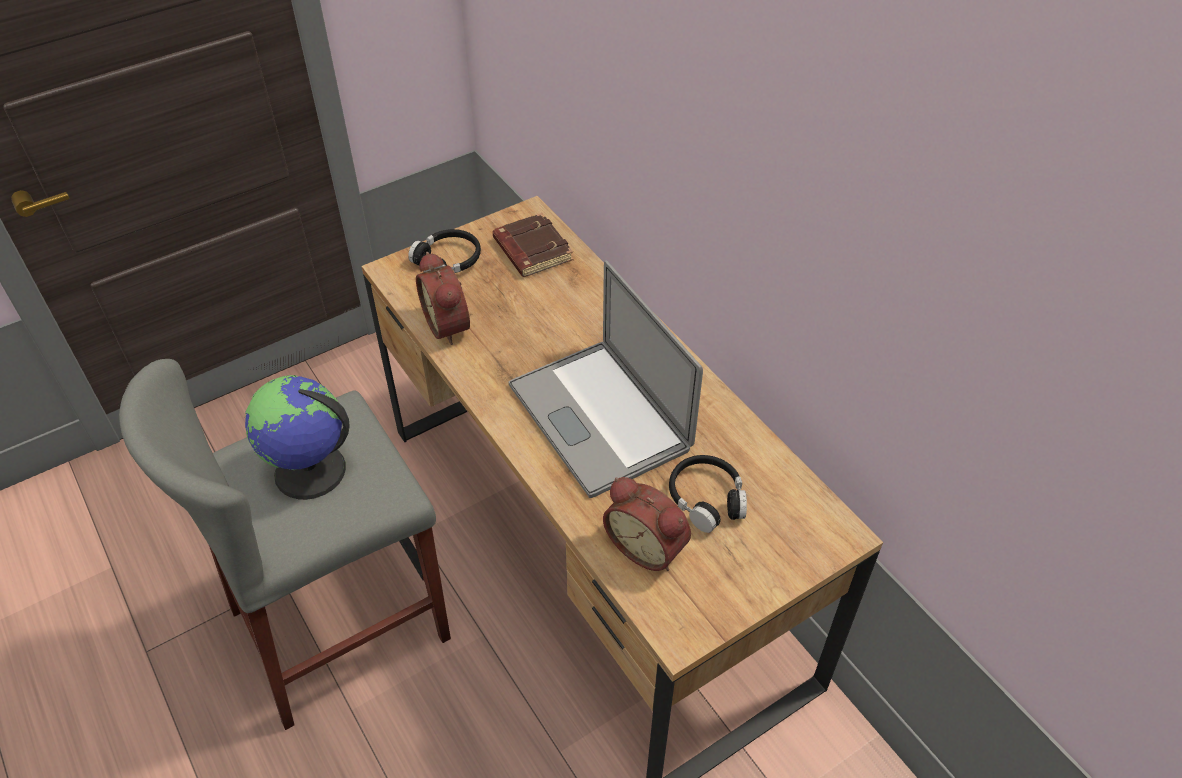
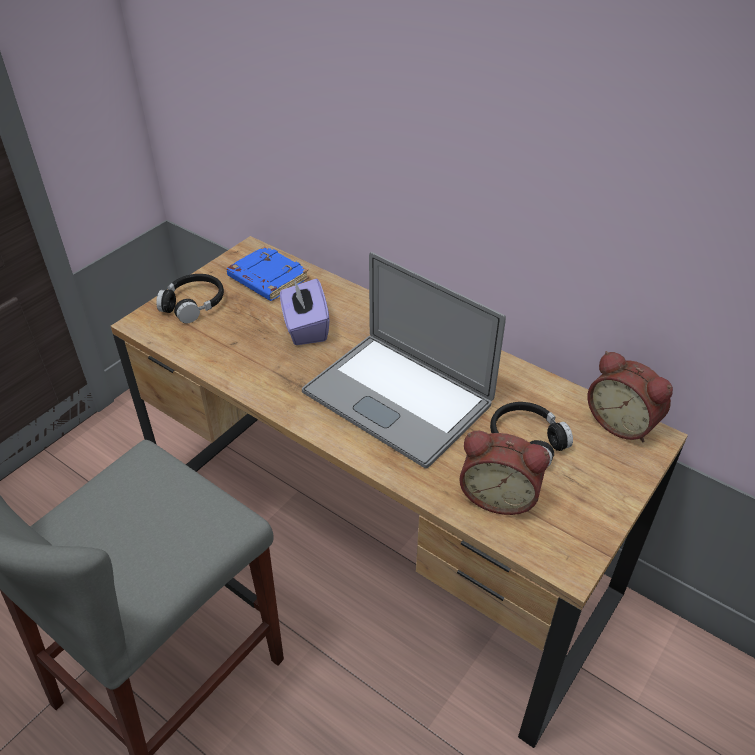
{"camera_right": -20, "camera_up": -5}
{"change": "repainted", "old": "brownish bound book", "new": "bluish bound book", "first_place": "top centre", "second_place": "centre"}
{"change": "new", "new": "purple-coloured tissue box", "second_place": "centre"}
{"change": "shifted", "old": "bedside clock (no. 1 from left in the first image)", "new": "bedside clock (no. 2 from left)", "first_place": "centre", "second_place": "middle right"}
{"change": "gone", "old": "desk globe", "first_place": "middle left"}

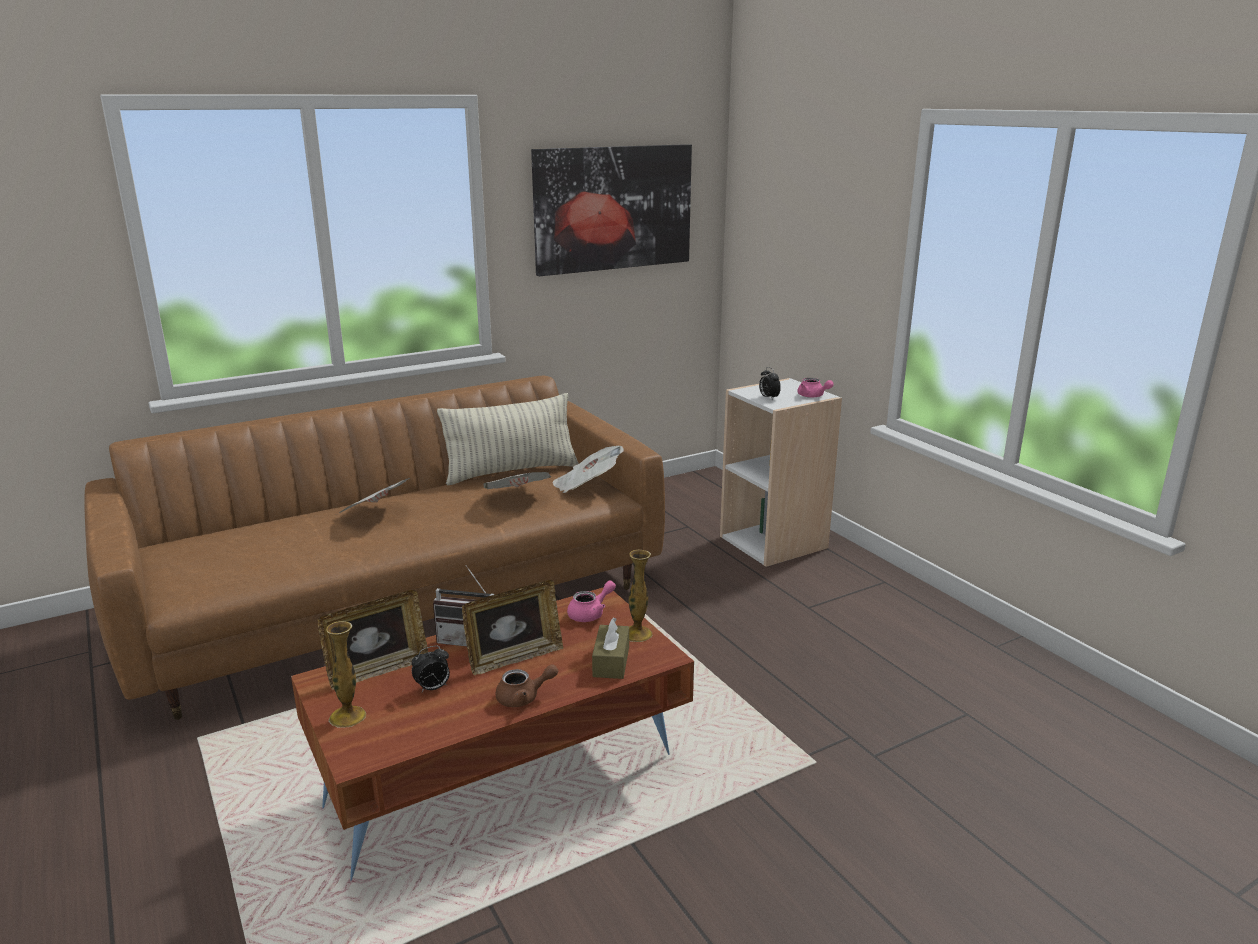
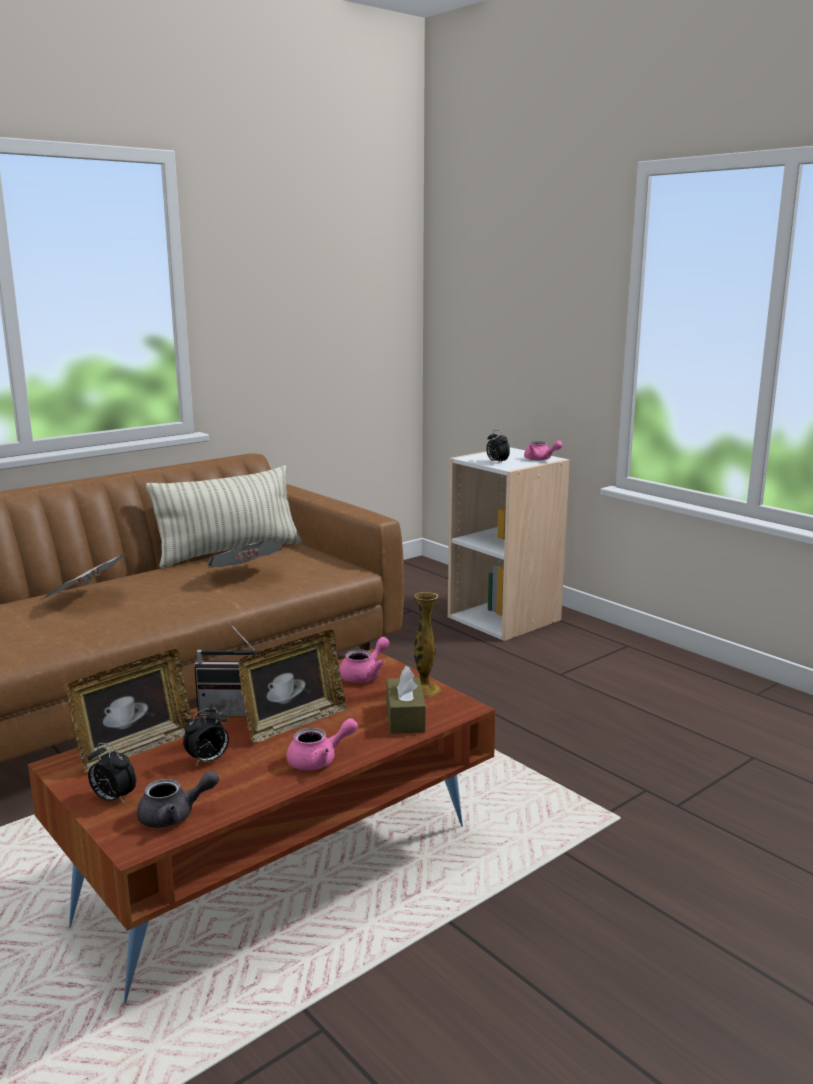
{"camera_right": -10, "camera_up": -5}
{"change": "swapped", "old": "decorative vase (no. 1 from left)", "new": "bedside clock (no. 1 from left)", "first_place": "bottom left", "second_place": "bottom left"}
{"change": "new", "new": "grey teapot", "second_place": "bottom left"}
{"change": "repainted", "old": "brownish teapot", "new": "pinkish teapot (no. 1 from left)", "first_place": "bottom centre", "second_place": "bottom centre"}
{"change": "gone", "old": "picture", "first_place": "top centre"}
{"change": "gone", "old": "newspaper (no. 3 from left)", "first_place": "centre"}

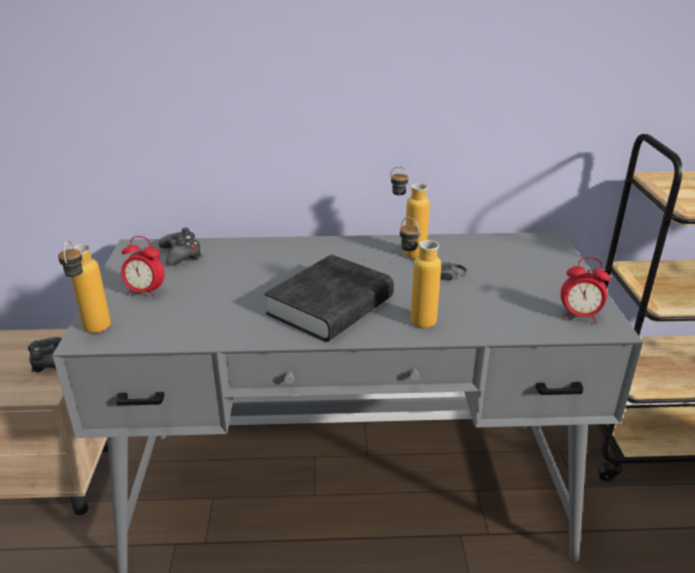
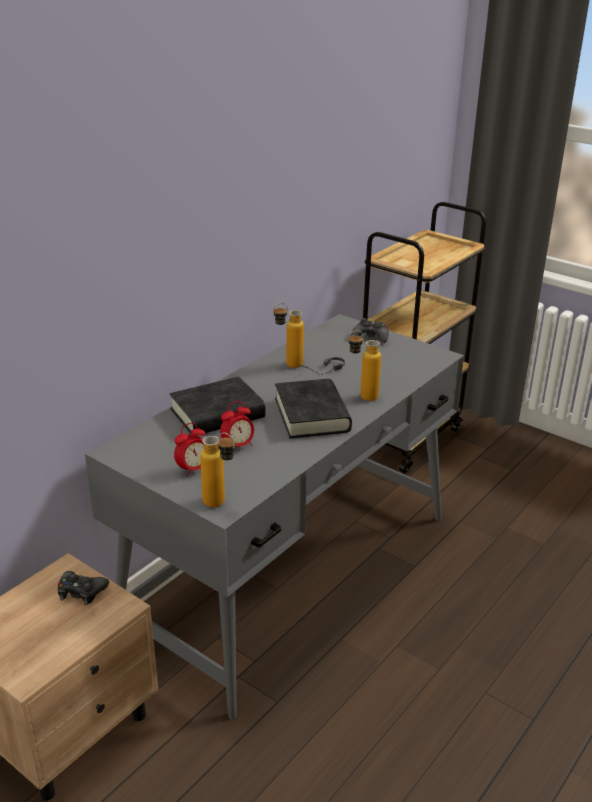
{"camera_right": -50, "camera_up": 0}
{"change": "new", "new": "black-coloured bound book (no. 1 from left)", "second_place": "centre"}
{"change": "shifted", "old": "bedside clock (no. 2 from left)", "first_place": "middle right", "second_place": "centre"}
{"change": "shifted", "old": "black-coloured gamepad (no. 2 from left)", "first_place": "middle left", "second_place": "centre"}

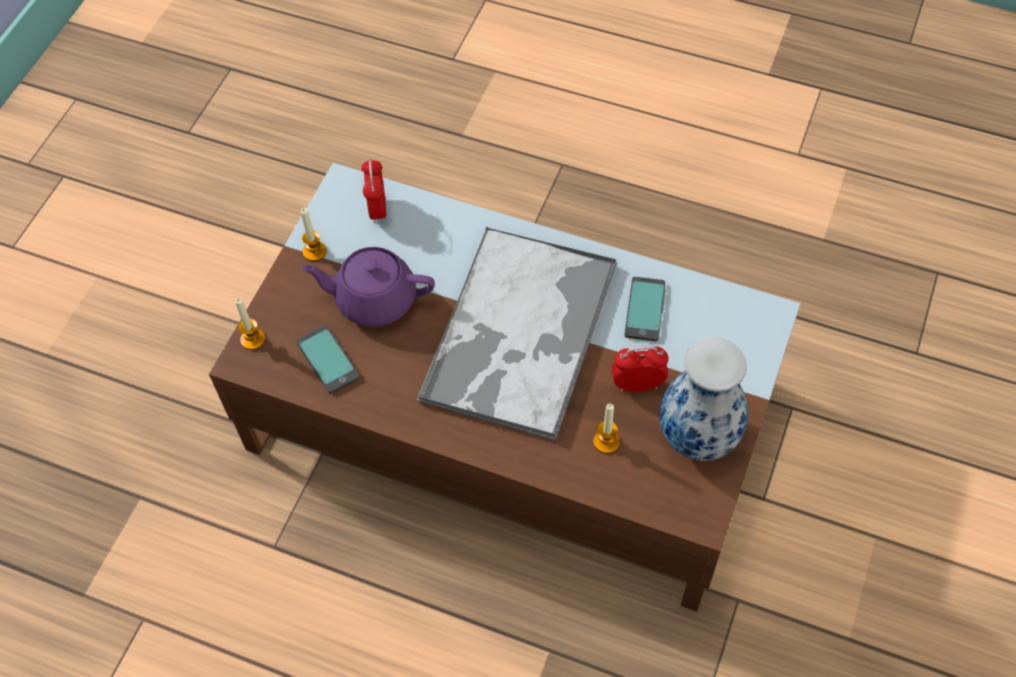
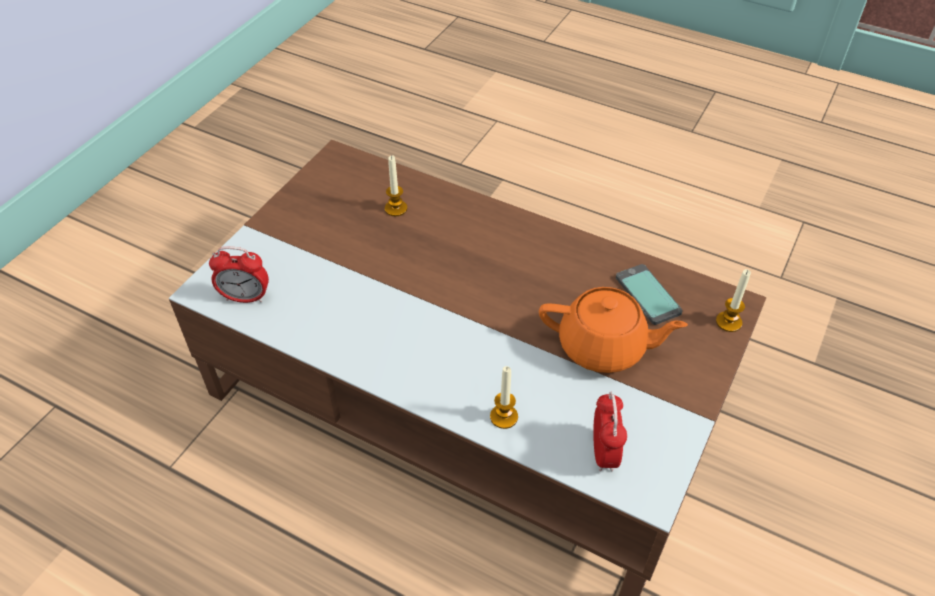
{"camera_right": -175, "camera_up": -10}
{"change": "shifted", "old": "bedside clock (no. 2 from left in the first image)", "new": "bedside clock (no. 1 from left)", "first_place": "centre", "second_place": "middle left"}
{"change": "shifted", "old": "wax light (no. 2 from left)", "first_place": "middle left", "second_place": "centre"}
{"change": "repainted", "old": "purple-coloured teapot", "new": "orange teapot", "first_place": "centre", "second_place": "centre"}
{"change": "gone", "old": "serving tray", "first_place": "centre"}
{"change": "gone", "old": "handset (no. 2 from left)", "first_place": "centre"}
{"change": "gone", "old": "decorative vase", "first_place": "middle right"}

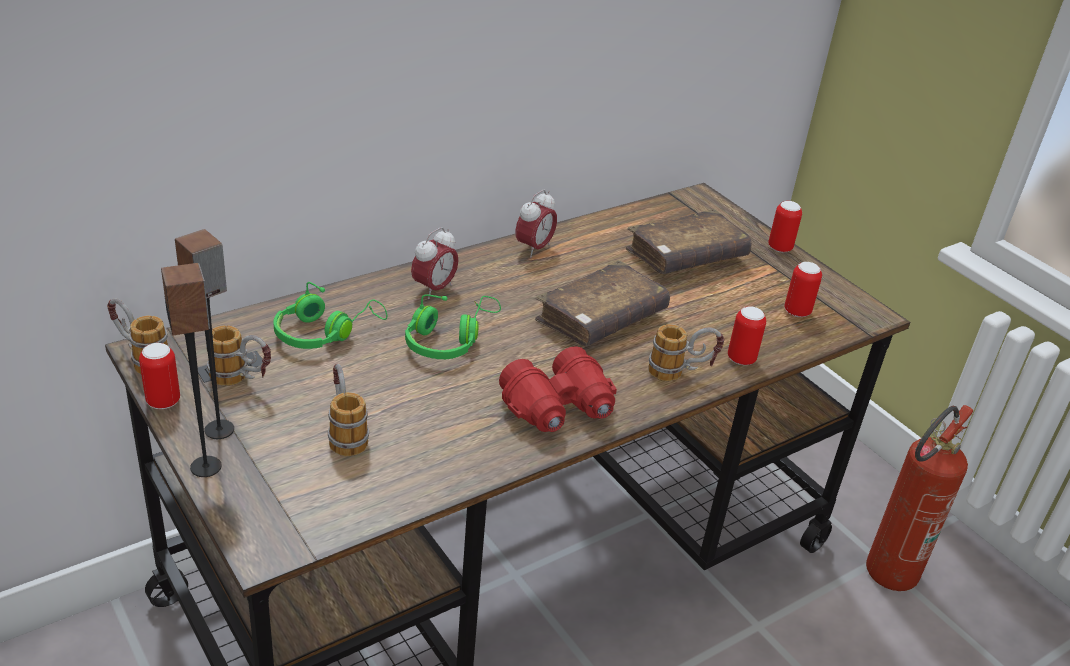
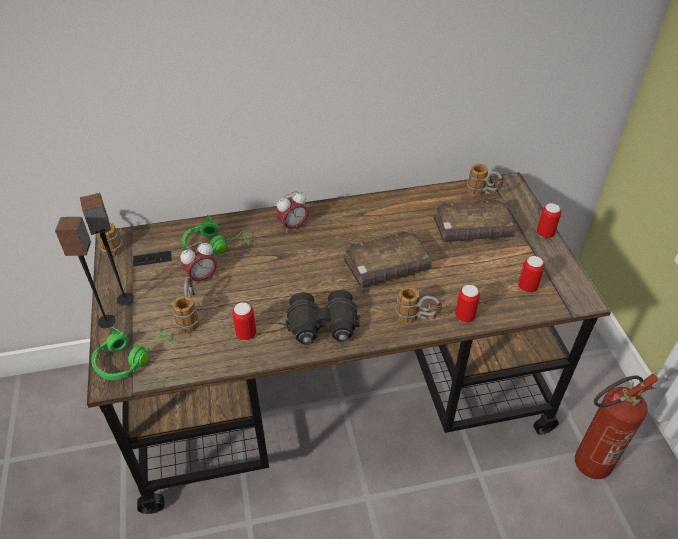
{"camera_right": 25, "camera_up": 10}
{"change": "shifted", "old": "green-coloured pair of headphones (no. 2 from left in the first image)", "new": "green-coloured pair of headphones (no. 1 from left)", "first_place": "centre", "second_place": "middle left"}
{"change": "shifted", "old": "bedside clock (no. 2 from left in the first image)", "new": "bedside clock (no. 1 from left)", "first_place": "centre", "second_place": "middle left"}
{"change": "shifted", "old": "sealed can (no. 1 from left)", "first_place": "middle left", "second_place": "centre"}
{"change": "repainted", "old": "reddish field glasses", "new": "black-coloured field glasses", "first_place": "centre", "second_place": "centre"}
{"change": "shifted", "old": "mug (no. 2 from left in the first image)", "new": "mug (no. 4 from left)", "first_place": "middle left", "second_place": "top right"}

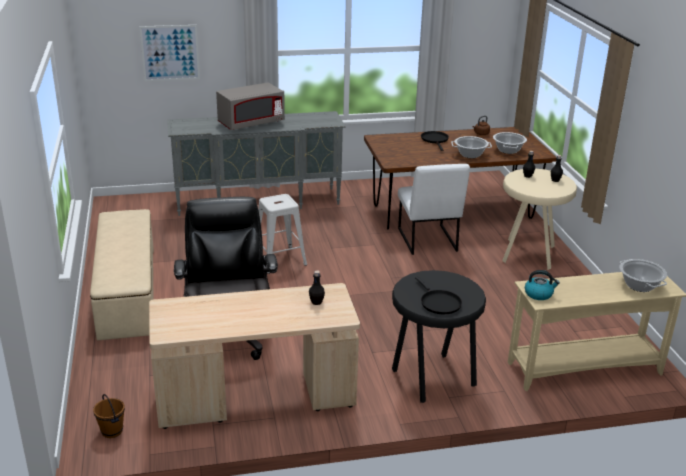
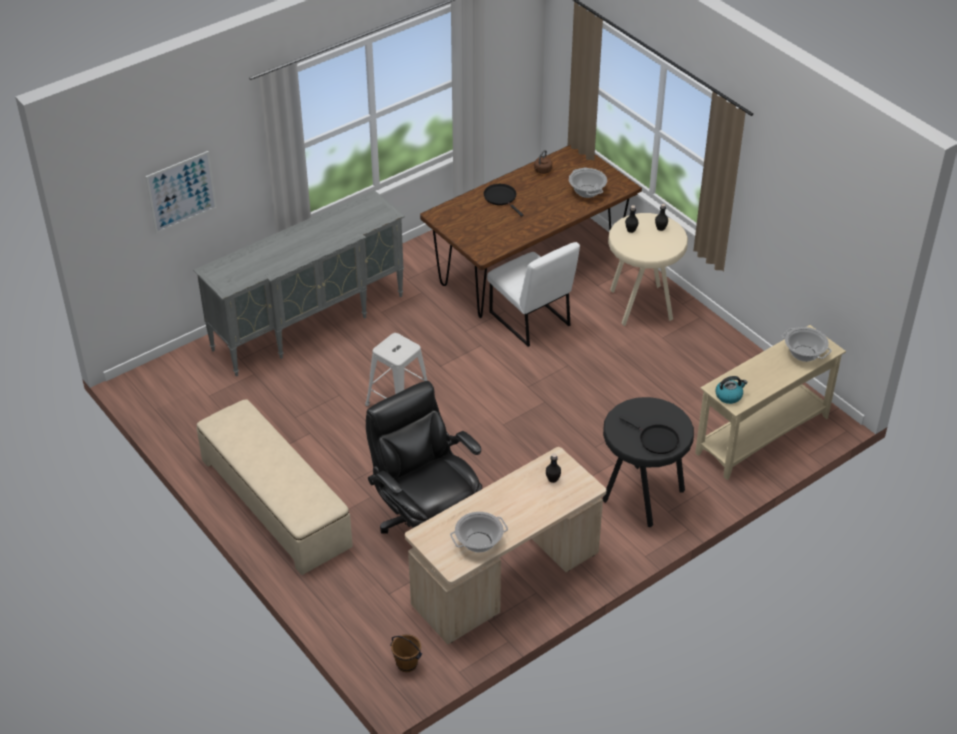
{"camera_right": -25, "camera_up": 15}
{"change": "shifted", "old": "stockpot (no. 1 from left)", "first_place": "top right", "second_place": "bottom centre"}
{"change": "gone", "old": "grey microwave oven", "first_place": "top centre"}

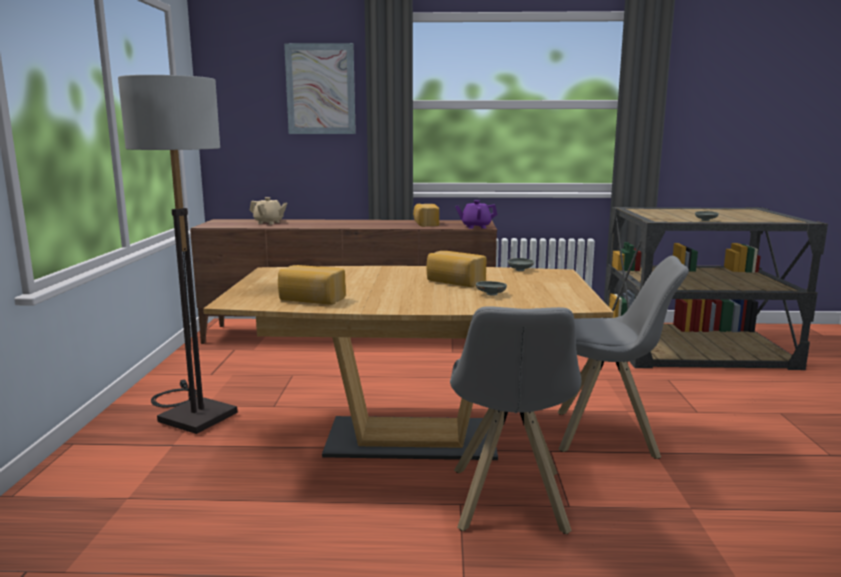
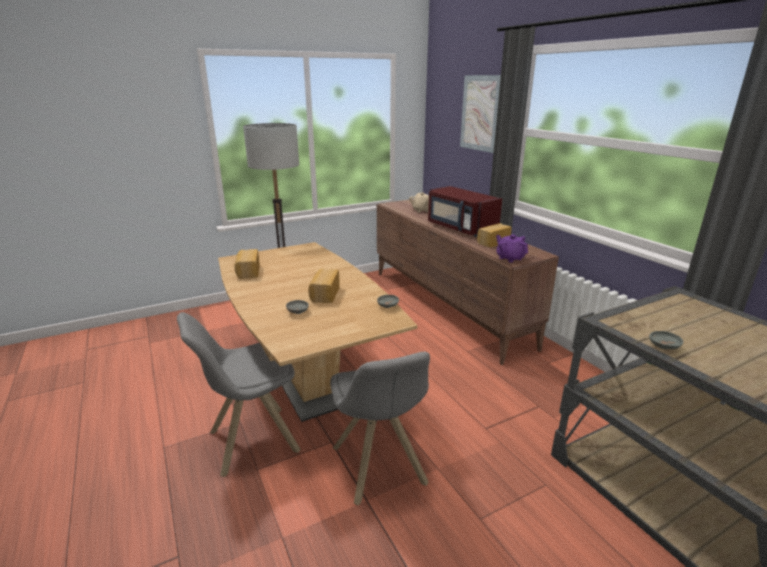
{"camera_right": 60, "camera_up": 10}
{"change": "new", "new": "reddish microwave oven", "second_place": "centre"}

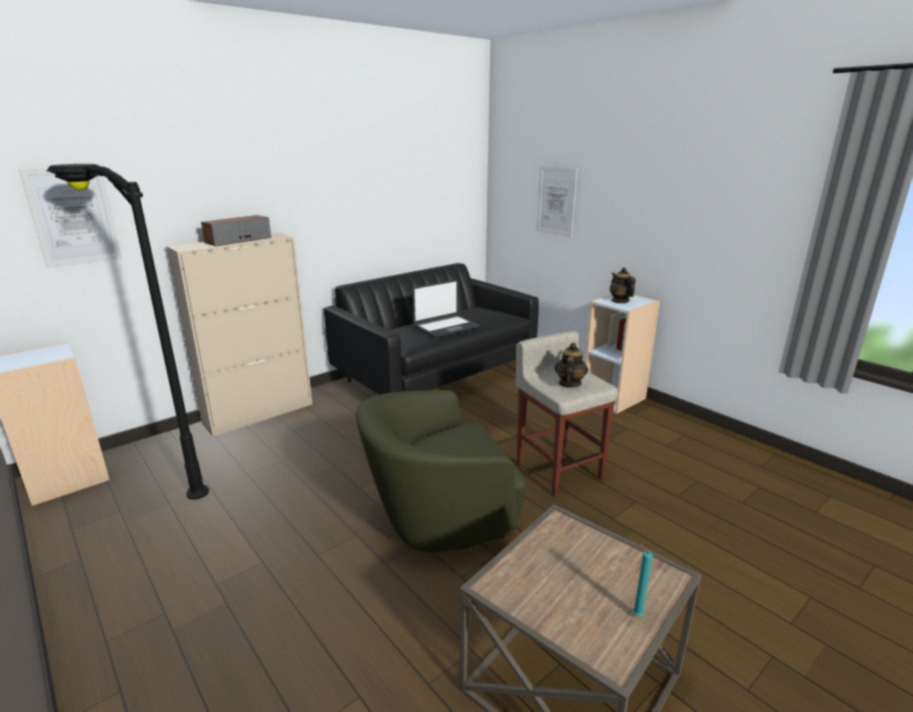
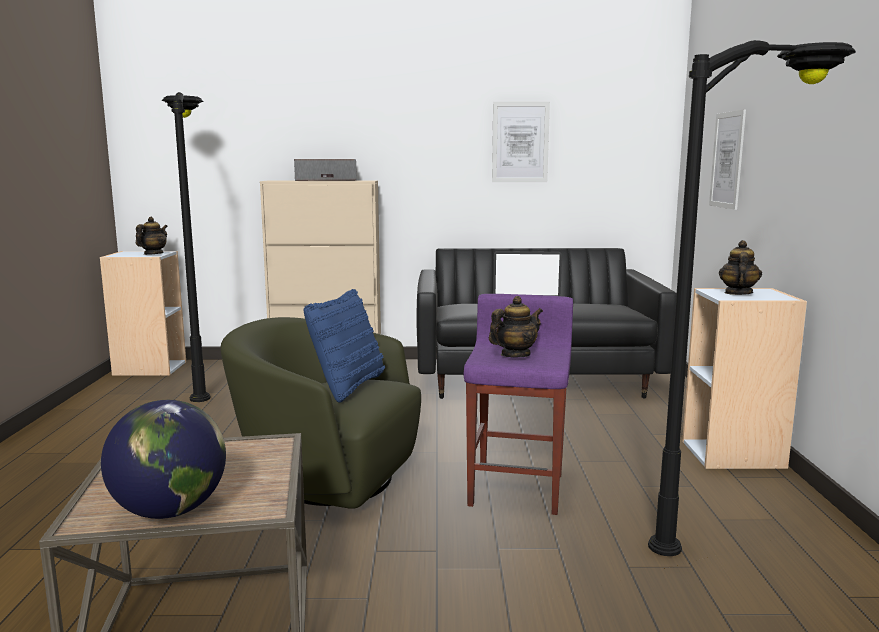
{"camera_right": 40, "camera_up": -10}
{"change": "swapped", "old": "turquoise wax light", "new": "desk globe", "first_place": "bottom right", "second_place": "bottom left"}
{"change": "new", "new": "teapot (no. 1 from left)", "second_place": "middle left"}
{"change": "new", "new": "bluish throw pillow", "second_place": "centre"}
{"change": "repainted", "old": "beige-coloured stool seat", "new": "purple-coloured stool seat", "first_place": "centre", "second_place": "centre"}
{"change": "shifted", "old": "picture (no. 1 from left)", "first_place": "top left", "second_place": "top centre"}
{"change": "new", "new": "black-coloured standard lamp (no. 2 from left)", "second_place": "middle right"}

